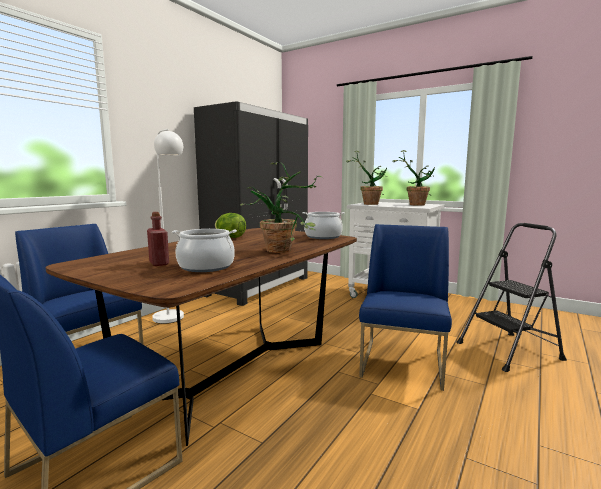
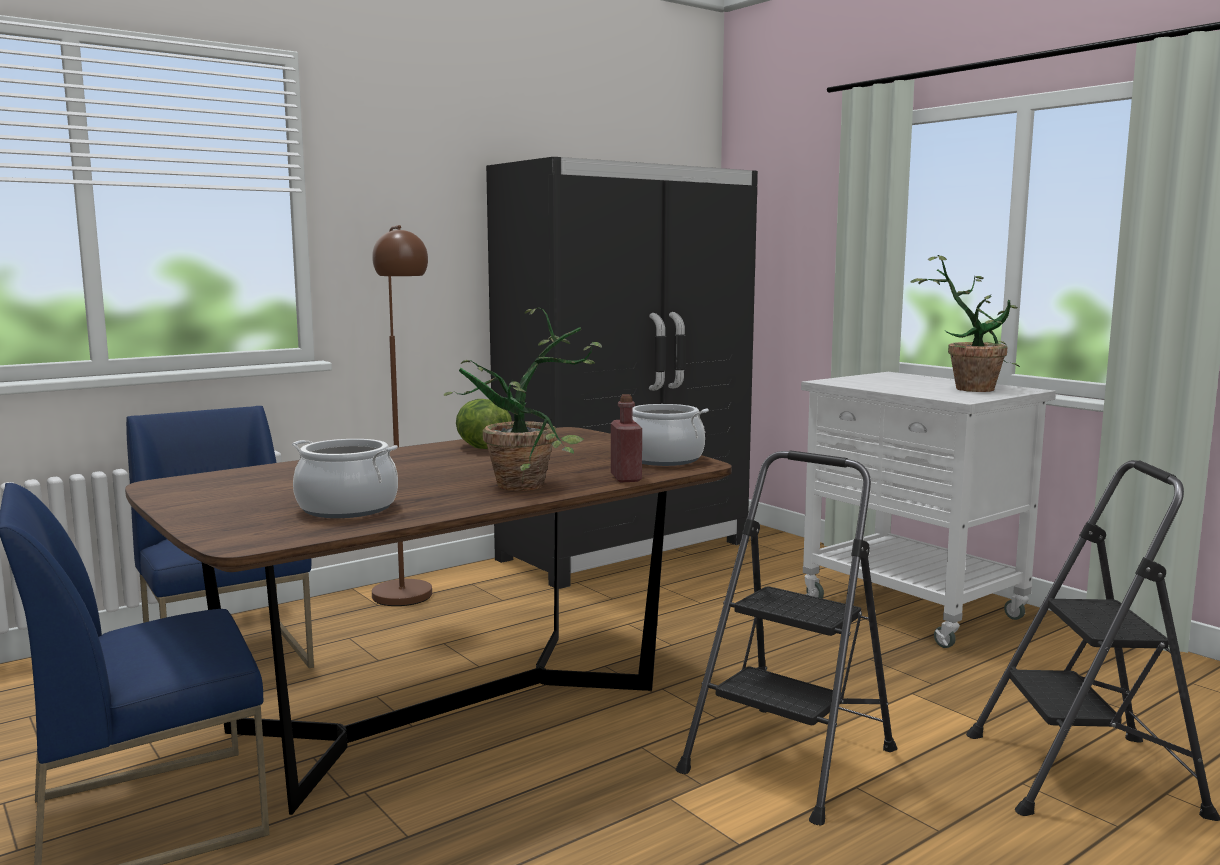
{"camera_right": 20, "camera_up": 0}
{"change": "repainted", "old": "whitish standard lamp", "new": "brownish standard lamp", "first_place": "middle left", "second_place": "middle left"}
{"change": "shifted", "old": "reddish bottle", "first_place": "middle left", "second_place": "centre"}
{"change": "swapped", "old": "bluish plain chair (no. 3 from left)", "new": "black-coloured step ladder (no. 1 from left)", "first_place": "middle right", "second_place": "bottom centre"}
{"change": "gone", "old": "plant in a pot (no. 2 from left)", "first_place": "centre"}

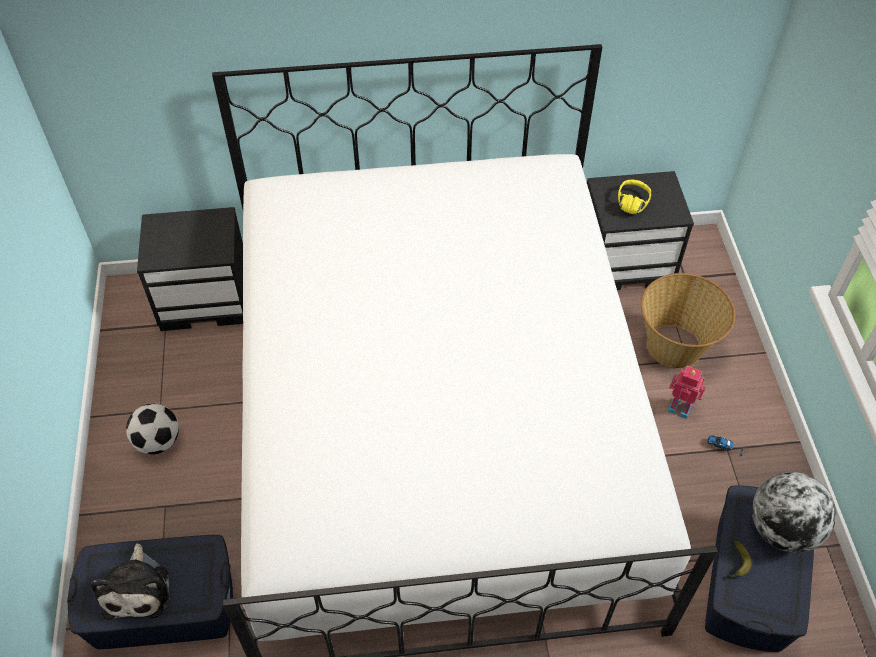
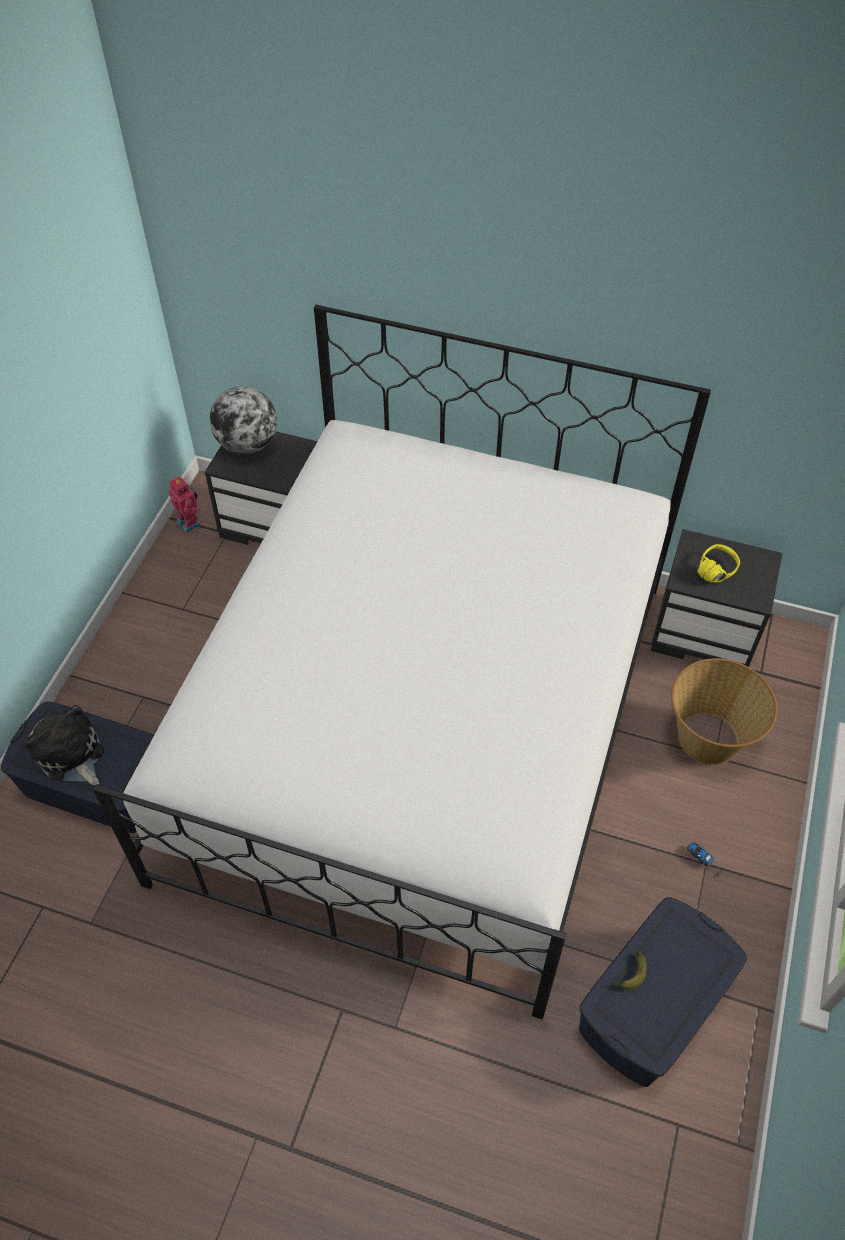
{"camera_right": 25, "camera_up": 0}
{"change": "rotated", "old": "cuddly toy", "first_place": "bottom left", "second_place": "middle left", "degrees": 120}
{"change": "shifted", "old": "robot figure", "first_place": "middle right", "second_place": "middle left"}
{"change": "shifted", "old": "desk globe", "first_place": "bottom right", "second_place": "middle left"}
{"change": "gone", "old": "ball for football", "first_place": "middle left"}

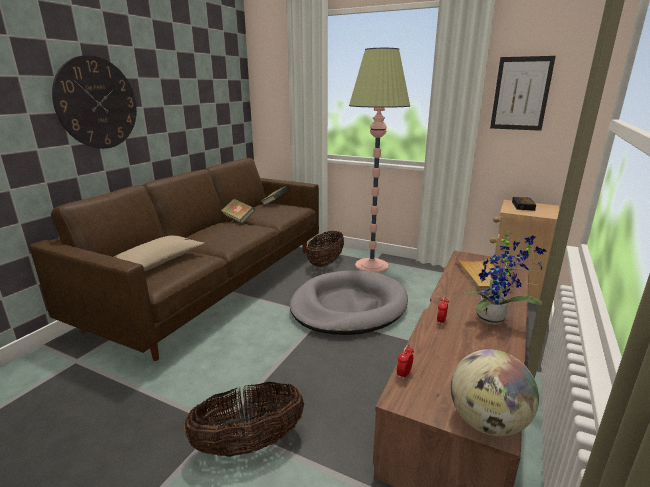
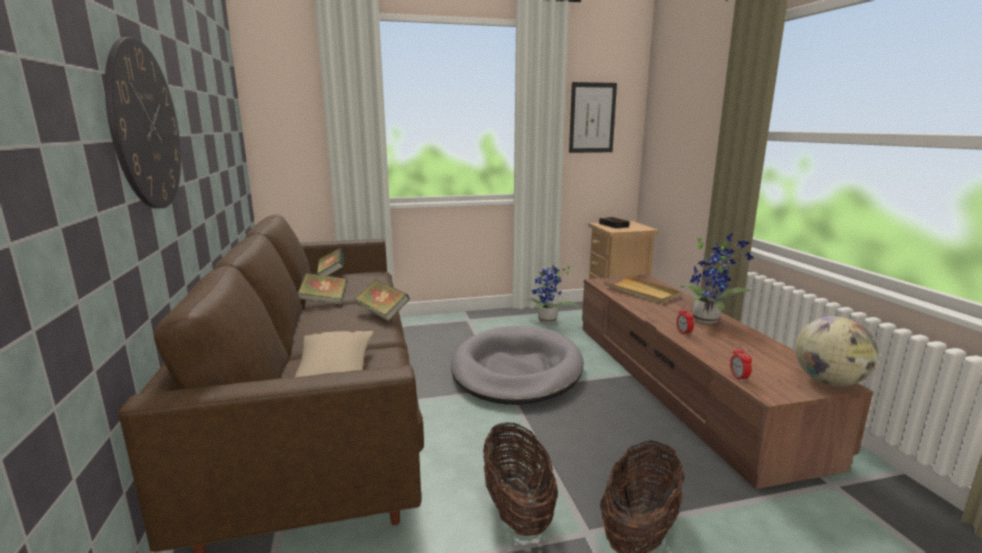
{"camera_right": -40, "camera_up": -5}
{"change": "new", "new": "bound book (no. 3 from left)", "second_place": "centre"}
{"change": "shifted", "old": "basket (no. 2 from left in the first image)", "new": "basket (no. 1 from left)", "first_place": "centre", "second_place": "bottom centre"}
{"change": "new", "new": "plant in a pot (no. 1 from left)", "second_place": "centre"}
{"change": "gone", "old": "standard lamp", "first_place": "top centre"}

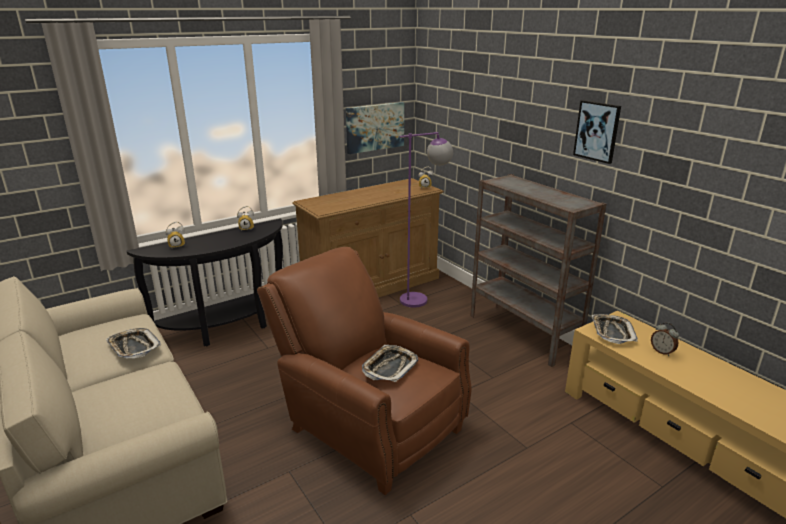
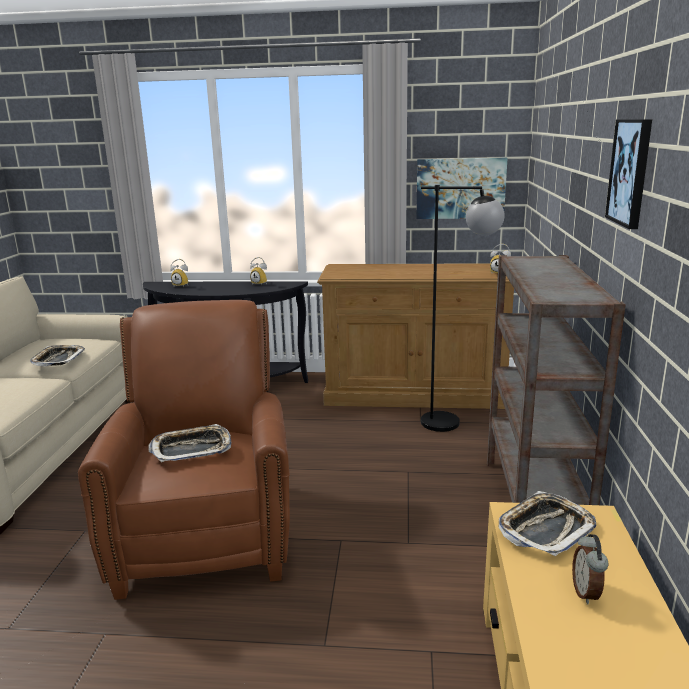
{"camera_right": 40, "camera_up": -5}
{"change": "repainted", "old": "purple-coloured standard lamp", "new": "black-coloured standard lamp", "first_place": "centre", "second_place": "middle right"}

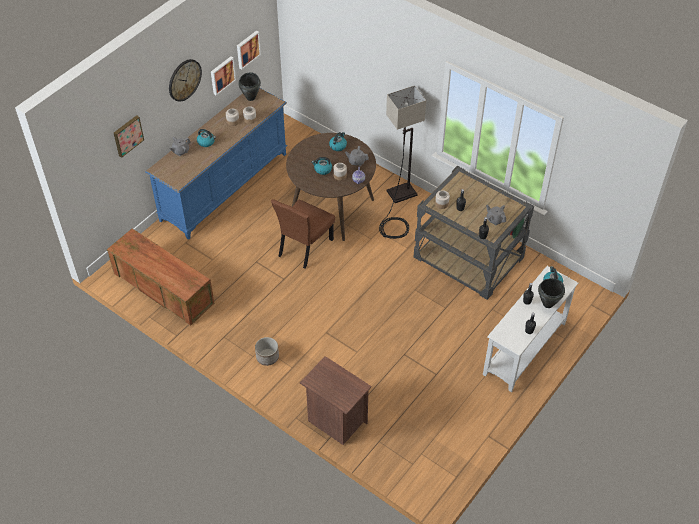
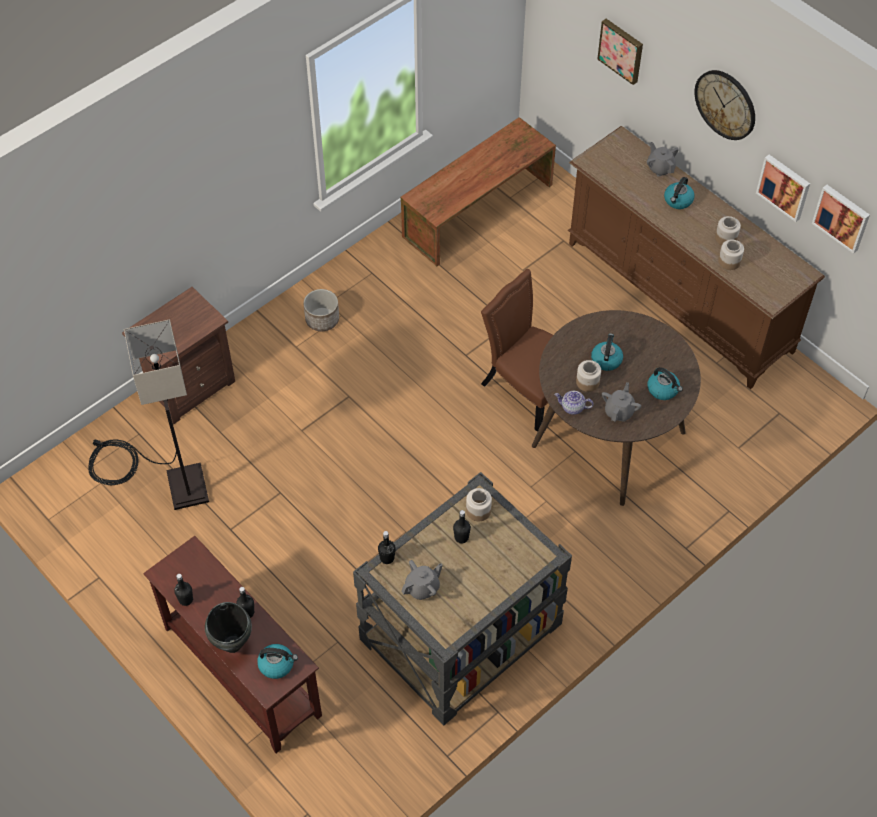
{"camera_right": 100, "camera_up": 5}
{"change": "shifted", "old": "standard lamp", "first_place": "top centre", "second_place": "middle left"}
{"change": "repainted", "old": "whitish hall table", "new": "brownish hall table", "first_place": "middle right", "second_place": "bottom left"}
{"change": "repainted", "old": "bluish cabinet", "new": "brownish cabinet", "first_place": "top left", "second_place": "top right"}
{"change": "gone", "old": "black-coloured stockpot (no. 1 from left)", "first_place": "top centre"}

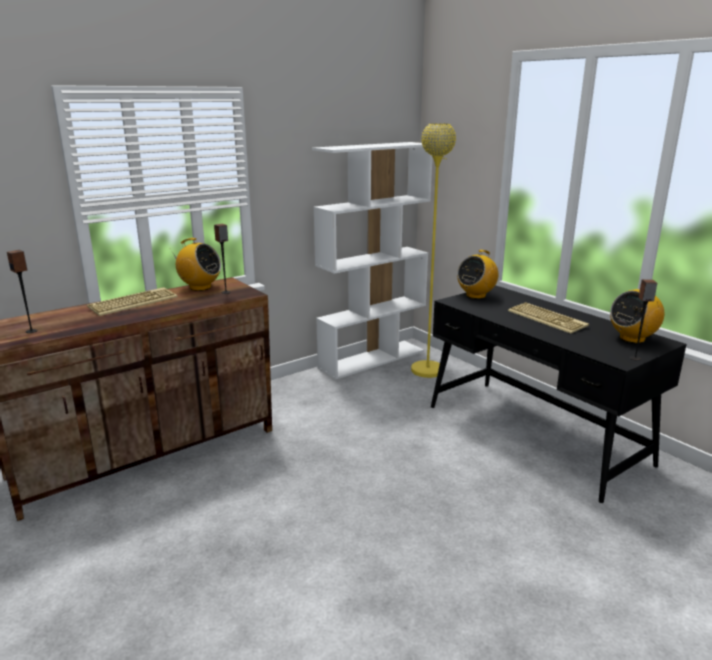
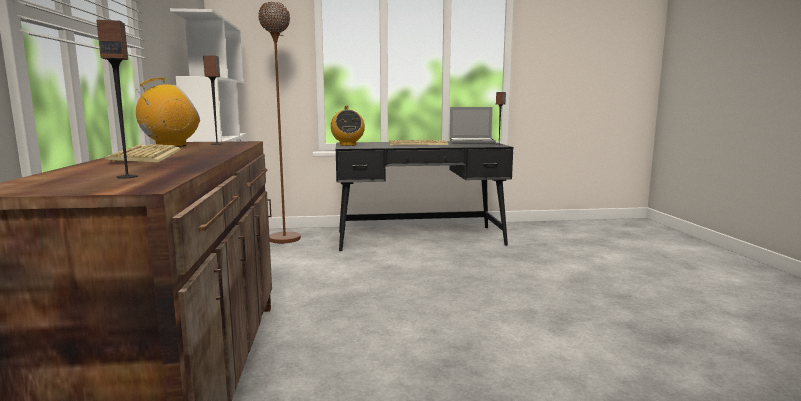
{"camera_right": -60, "camera_up": -10}
{"change": "repainted", "old": "yellowish standard lamp", "new": "brownish standard lamp", "first_place": "centre", "second_place": "top centre"}
{"change": "swapped", "old": "radio set (no. 3 from left)", "new": "notebook computer", "first_place": "middle right", "second_place": "top centre"}

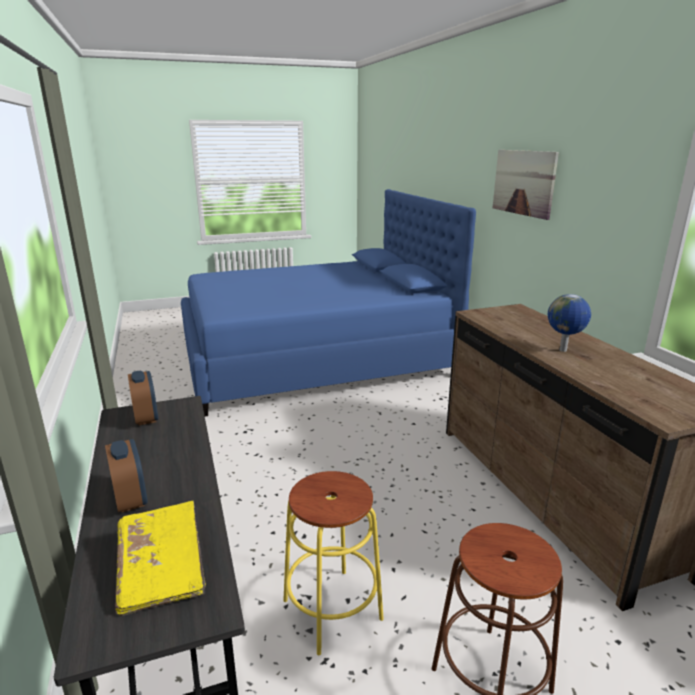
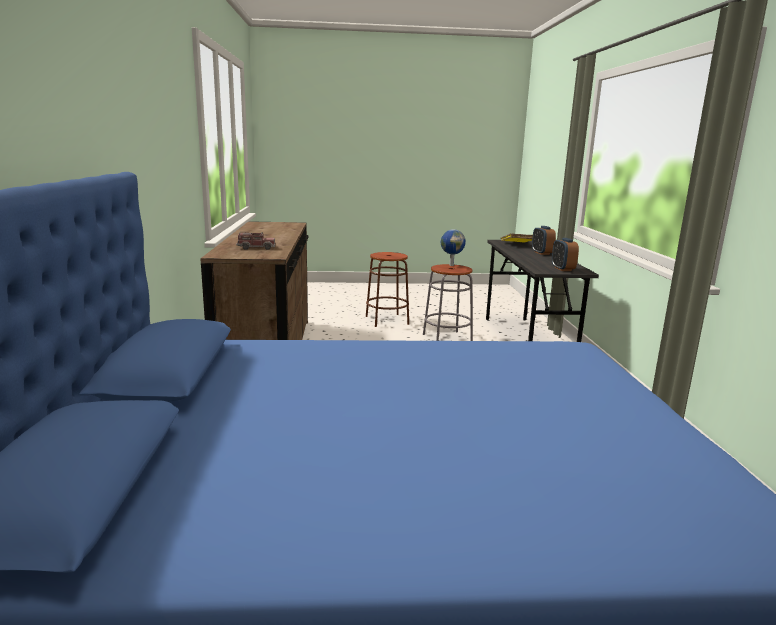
{"camera_right": -165, "camera_up": -5}
{"change": "new", "new": "model truck", "second_place": "middle left"}
{"change": "repainted", "old": "yellowish stool seat", "new": "grey stool seat", "first_place": "bottom centre", "second_place": "centre"}
{"change": "shifted", "old": "desk globe", "first_place": "middle right", "second_place": "centre"}
{"change": "gone", "old": "picture", "first_place": "top right"}

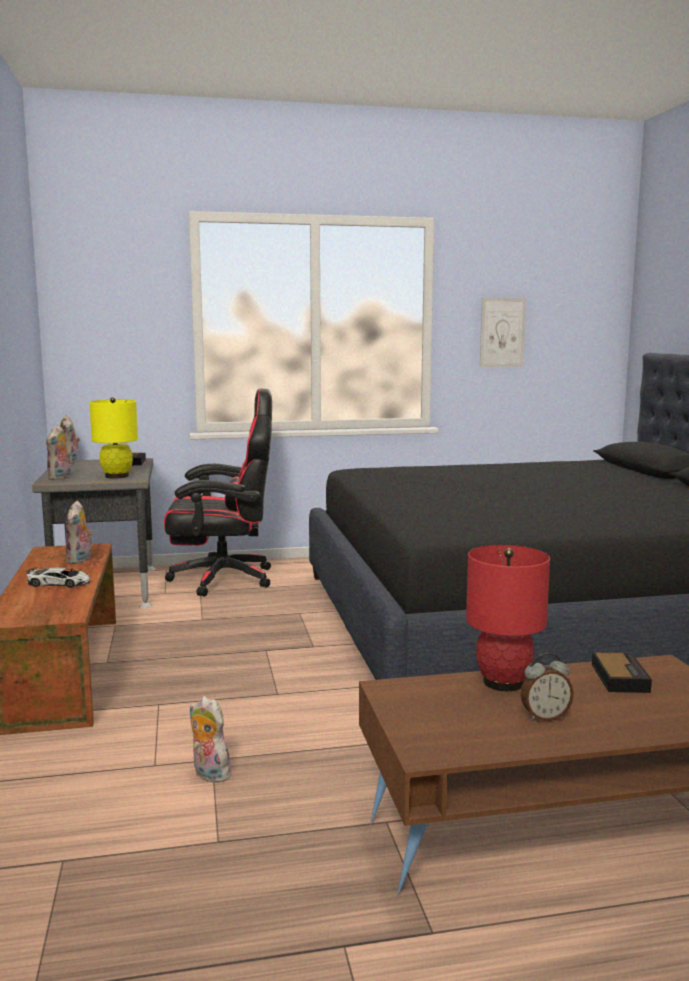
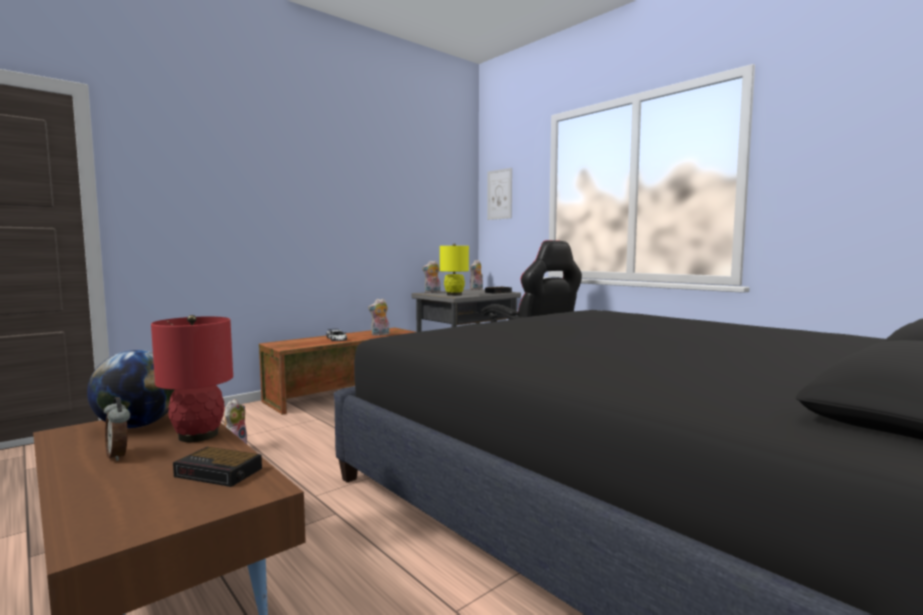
{"camera_right": 60, "camera_up": -5}
{"change": "new", "new": "desk globe", "second_place": "middle left"}
{"change": "rotated", "old": "bedside clock (no. 3 from left in the first image)", "first_place": "bottom right", "second_place": "bottom left", "degrees": 45}
{"change": "shifted", "old": "picture", "first_place": "middle right", "second_place": "top centre"}

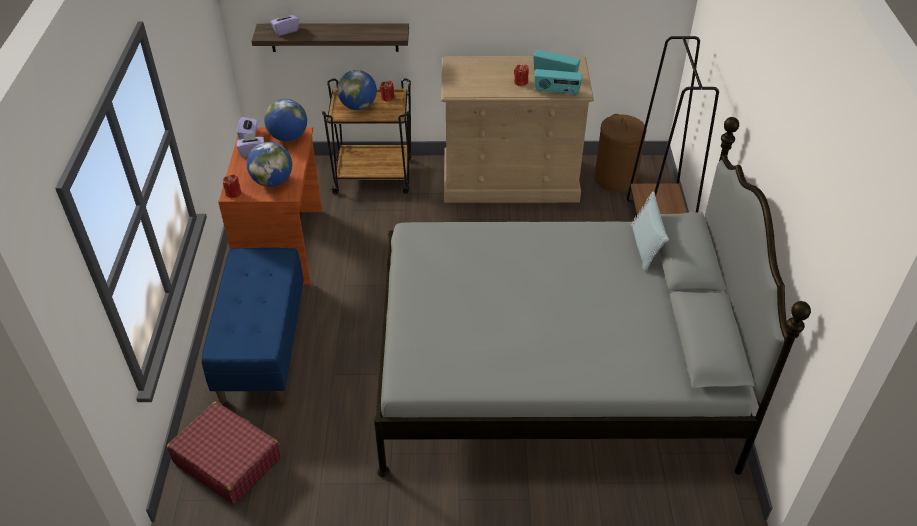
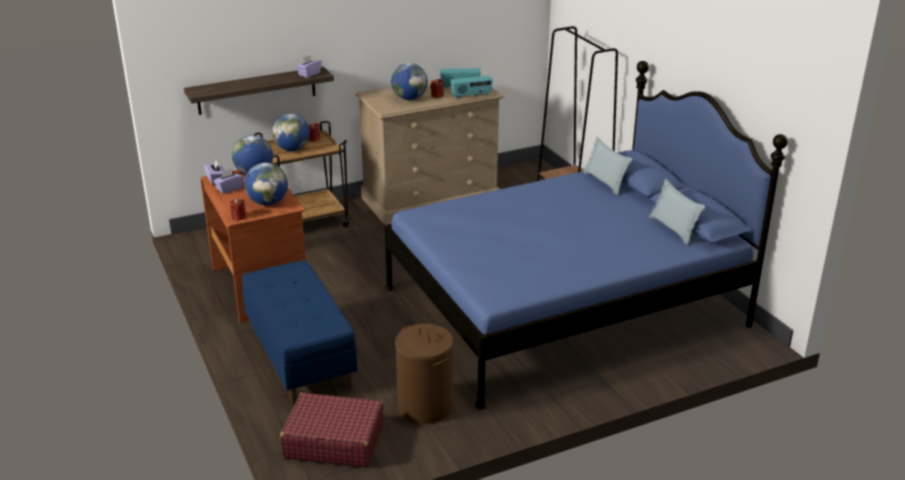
{"camera_right": -25, "camera_up": -15}
{"change": "shifted", "old": "purple-coloured tissue box (no. 3 from left)", "first_place": "top left", "second_place": "top centre"}
{"change": "repainted", "old": "grey bedroom bed", "new": "bluish bedroom bed", "first_place": "centre", "second_place": "centre"}
{"change": "new", "new": "desk globe (no. 4 from left)", "second_place": "top centre"}
{"change": "shifted", "old": "brownish washing basket", "first_place": "top right", "second_place": "bottom centre"}
{"change": "new", "new": "bluish throw pillow (no. 2 from left)", "second_place": "middle right"}

